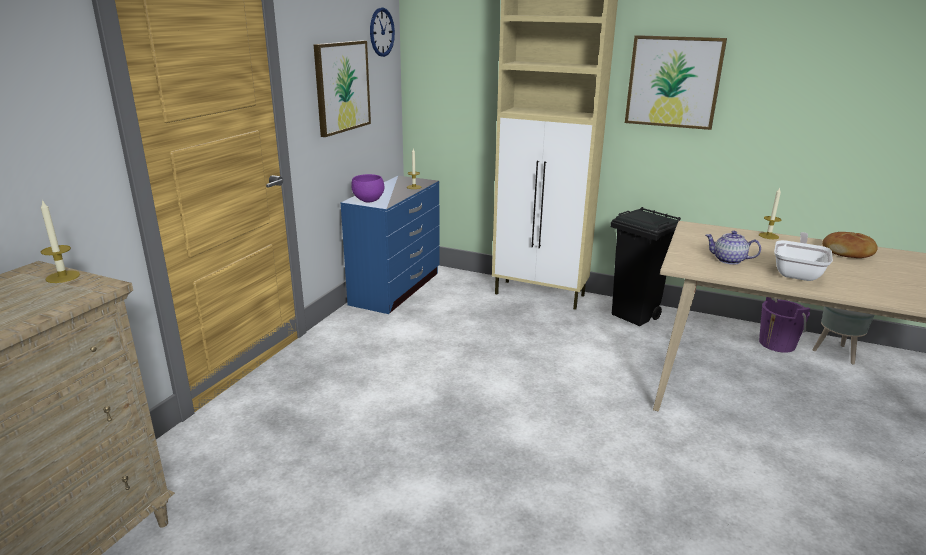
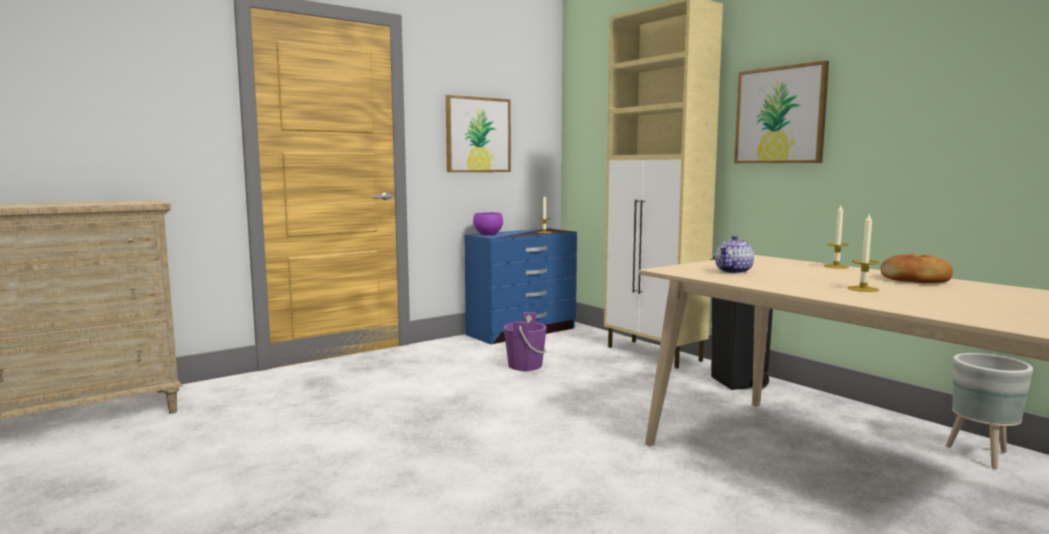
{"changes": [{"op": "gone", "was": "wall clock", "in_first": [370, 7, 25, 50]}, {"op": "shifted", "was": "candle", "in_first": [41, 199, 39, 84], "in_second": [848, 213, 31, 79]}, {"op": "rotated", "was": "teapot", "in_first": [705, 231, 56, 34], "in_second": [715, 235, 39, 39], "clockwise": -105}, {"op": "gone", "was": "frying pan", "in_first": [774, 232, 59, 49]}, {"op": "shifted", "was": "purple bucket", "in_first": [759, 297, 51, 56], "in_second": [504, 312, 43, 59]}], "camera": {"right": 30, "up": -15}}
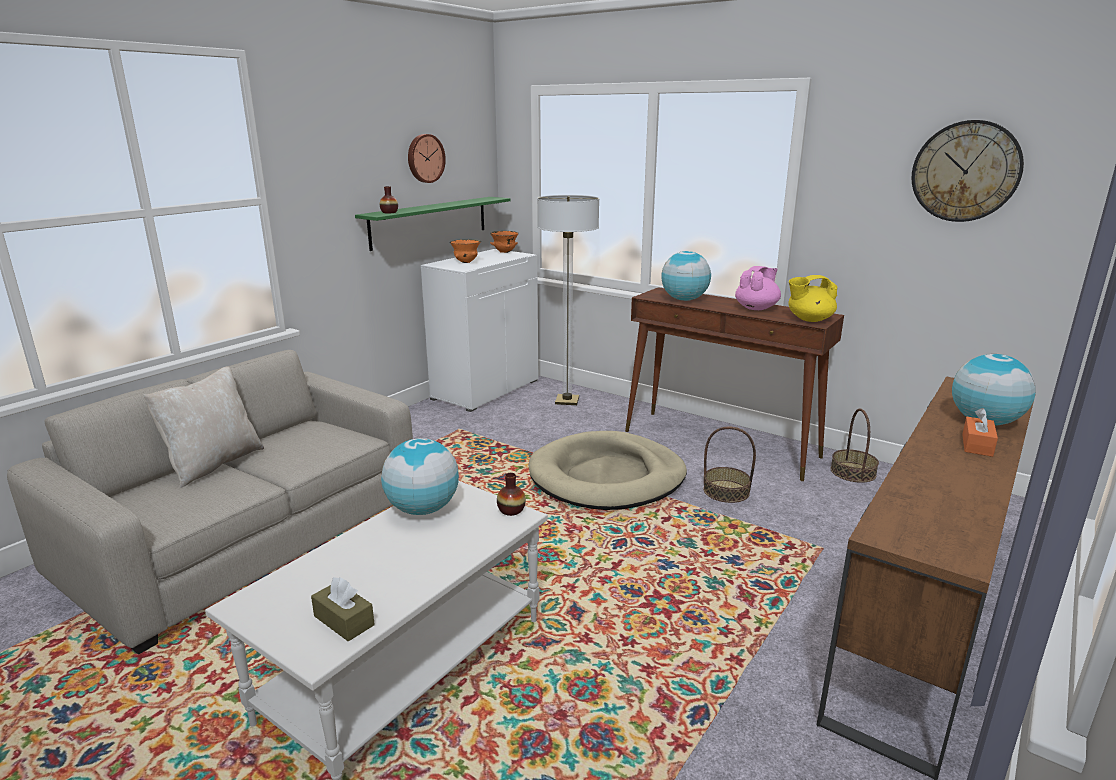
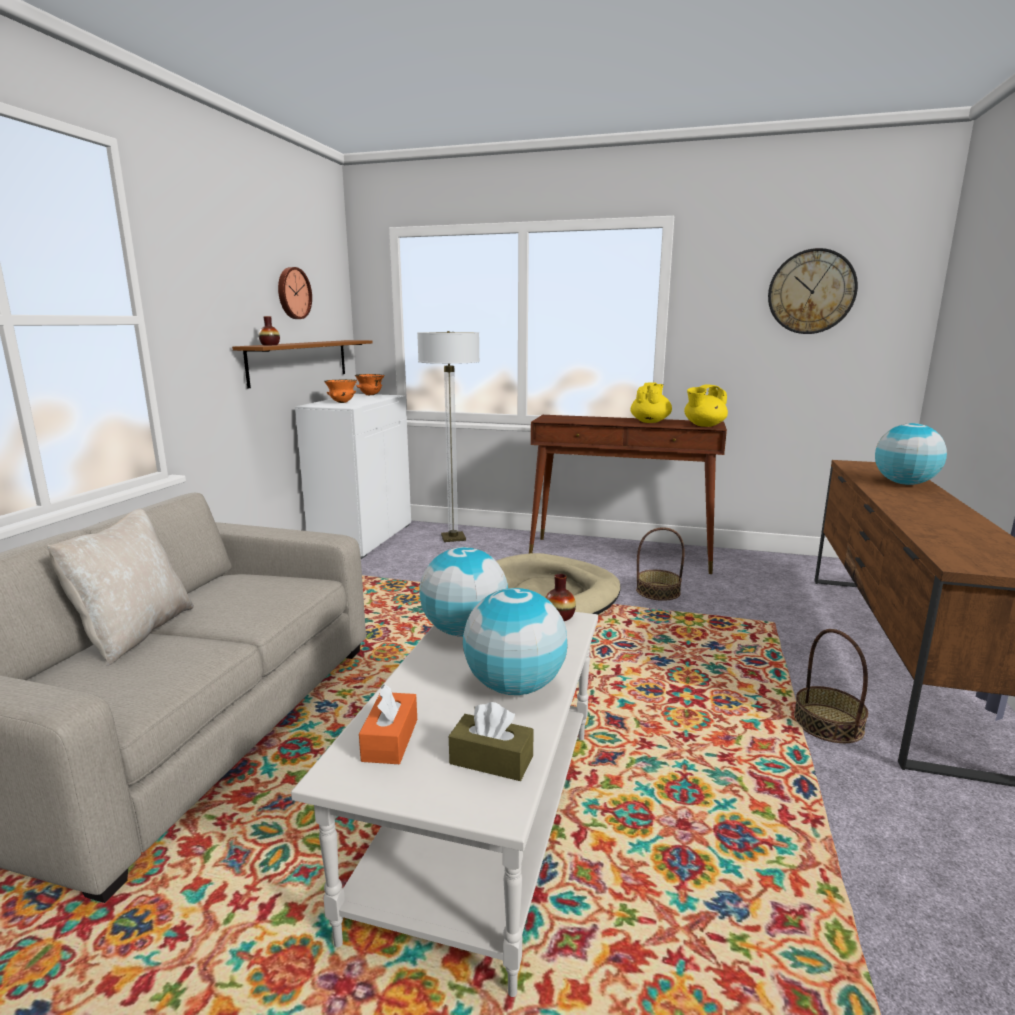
{"changes": [{"op": "repainted", "was": "green shelf", "now": "brown shelf", "in_first": [355, 197, 156, 54], "in_second": [232, 340, 141, 49]}, {"op": "shifted", "was": "globe", "in_first": [661, 251, 50, 50], "in_second": [463, 588, 104, 107]}, {"op": "repainted", "was": "pink teapot", "now": "yellow teapot", "in_first": [735, 266, 46, 44], "in_second": [631, 382, 41, 41]}, {"op": "shifted", "was": "orange tissue box", "in_first": [962, 408, 36, 49], "in_second": [359, 684, 58, 80]}, {"op": "shifted", "was": "basket", "in_first": [830, 409, 49, 74], "in_second": [794, 629, 74, 114]}], "camera": {"right": -20, "up": -5}}
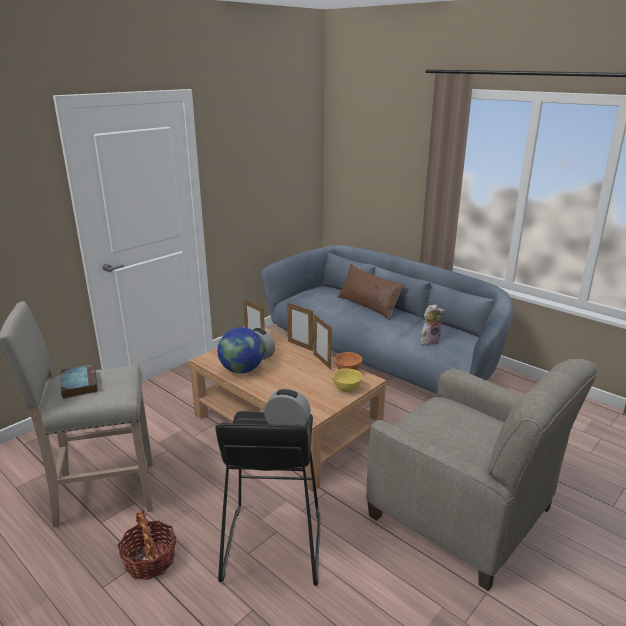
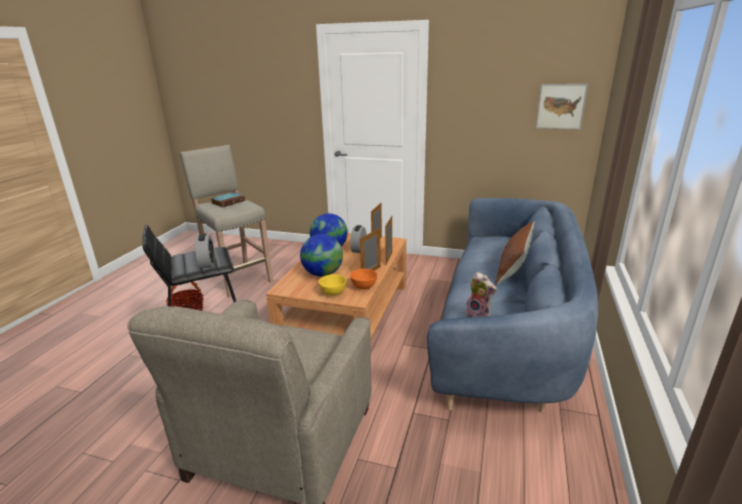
{"changes": [{"op": "new", "now": "picture", "in_second": [536, 84, 52, 46]}, {"op": "new", "now": "globe", "in_second": [300, 234, 43, 42]}], "camera": {"right": 65, "up": 0}}
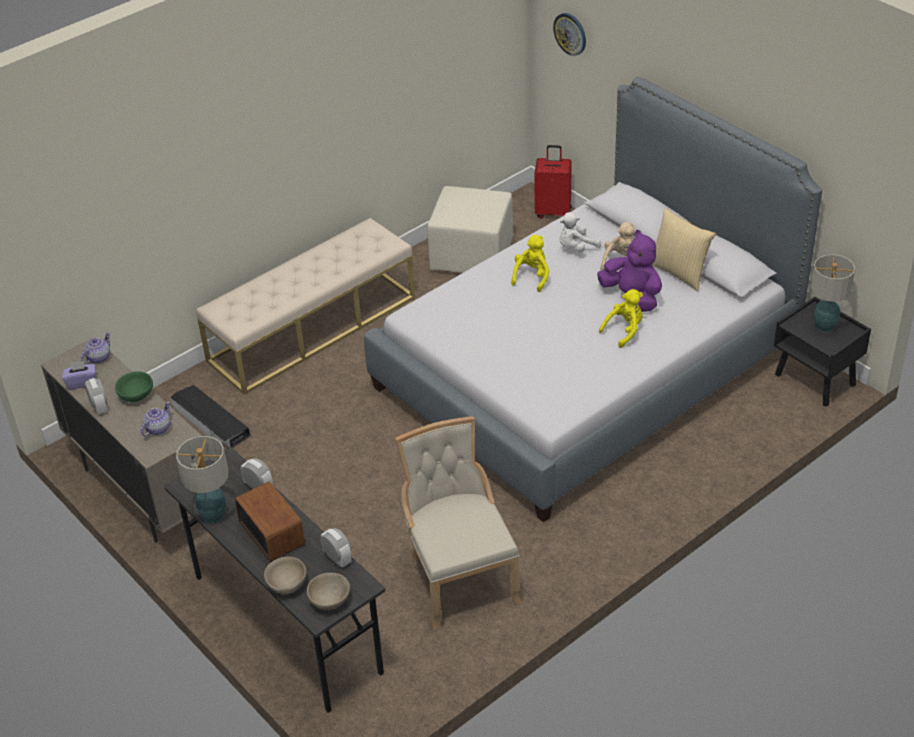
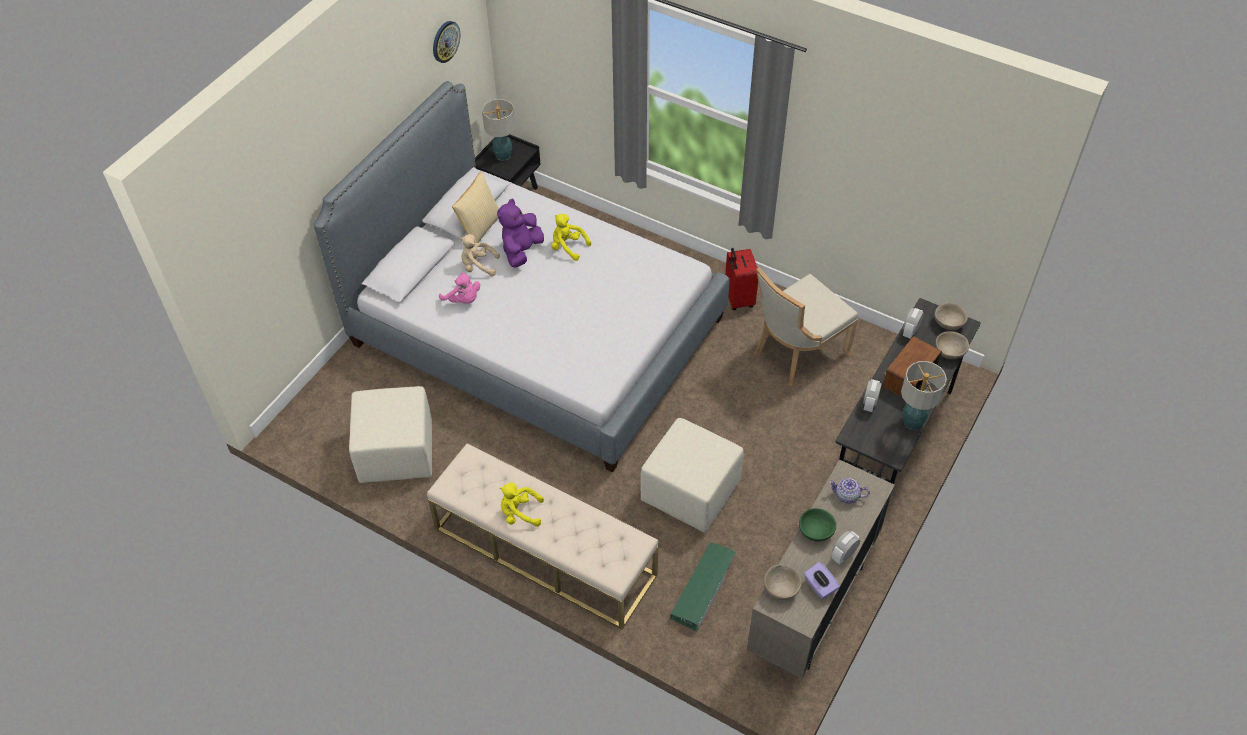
{"changes": [{"op": "shifted", "was": "wall clock", "in_first": [553, 13, 33, 43], "in_second": [433, 21, 27, 42]}, {"op": "shifted", "was": "red suitcase", "in_first": [534, 145, 38, 74], "in_second": [725, 248, 33, 62]}, {"op": "repainted", "was": "white plush toy", "now": "pink plush toy", "in_first": [560, 212, 41, 41], "in_second": [439, 272, 41, 32]}, {"op": "shifted", "was": "yellow plush toy", "in_first": [511, 235, 38, 57], "in_second": [499, 482, 45, 45]}, {"op": "swapped", "was": "teapot", "now": "beige bowl", "in_first": [81, 332, 29, 32], "in_second": [764, 564, 38, 36]}, {"op": "repainted", "was": "black storage box", "now": "green storage box", "in_first": [170, 385, 80, 63], "in_second": [670, 542, 66, 90]}, {"op": "new", "now": "beige ottoman", "in_second": [641, 418, 103, 115]}], "camera": {"right": -110, "up": 10}}
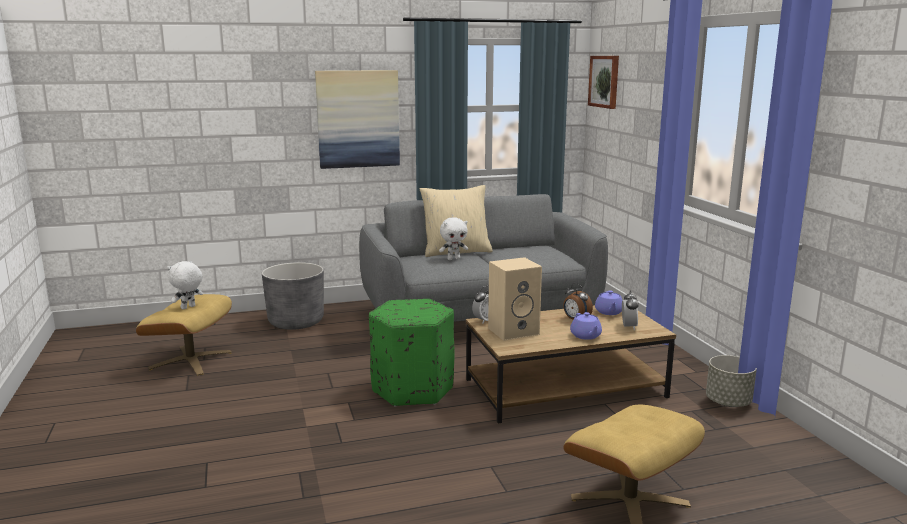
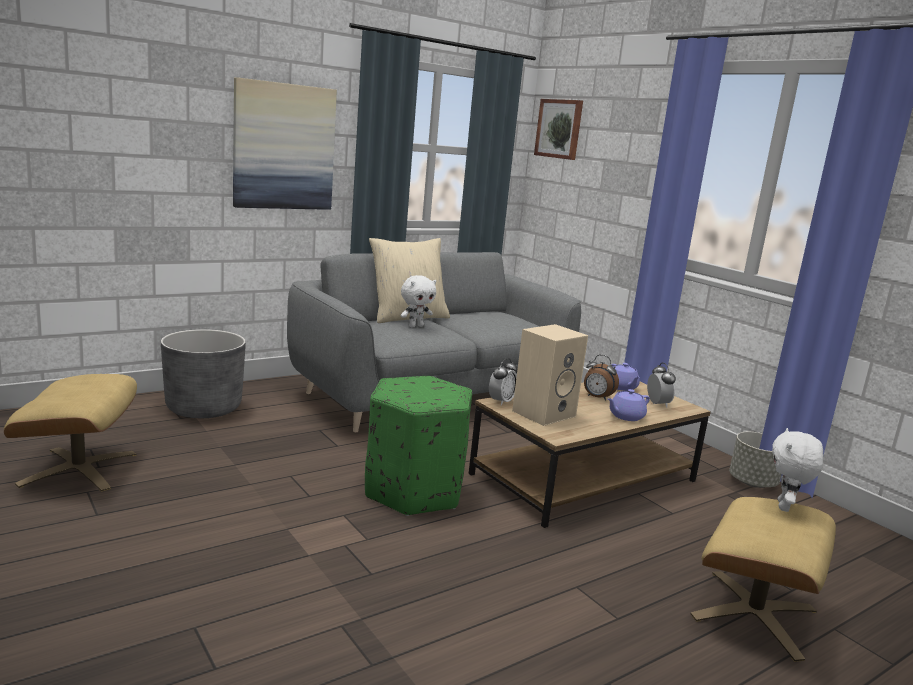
{"changes": [{"op": "shifted", "was": "white plush toy", "in_first": [167, 261, 36, 49], "in_second": [772, 428, 51, 84]}, {"op": "rotated", "was": "purple teapot", "in_first": [570, 312, 32, 28], "in_second": [608, 389, 42, 32], "clockwise": 90}], "camera": {"right": -20, "up": 0}}
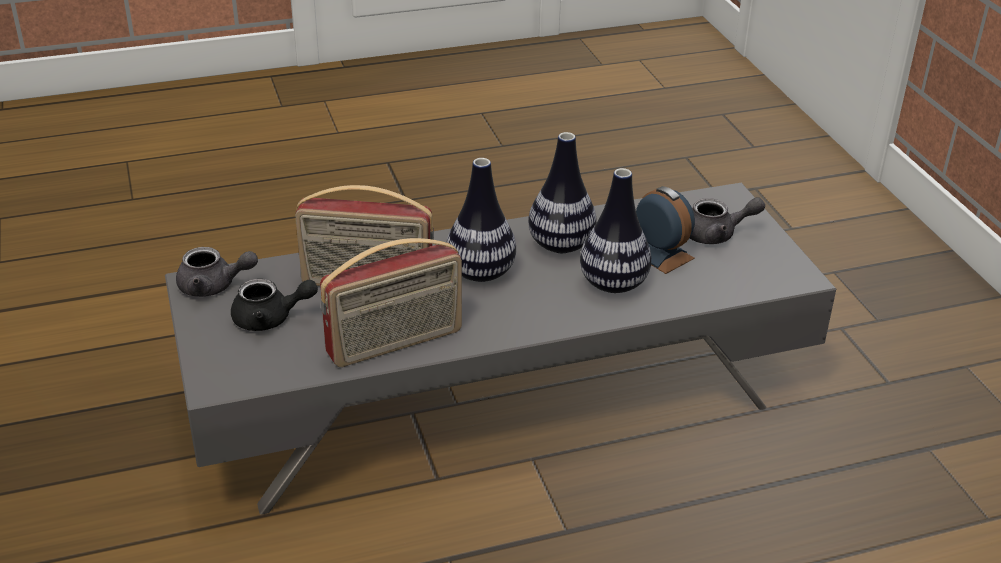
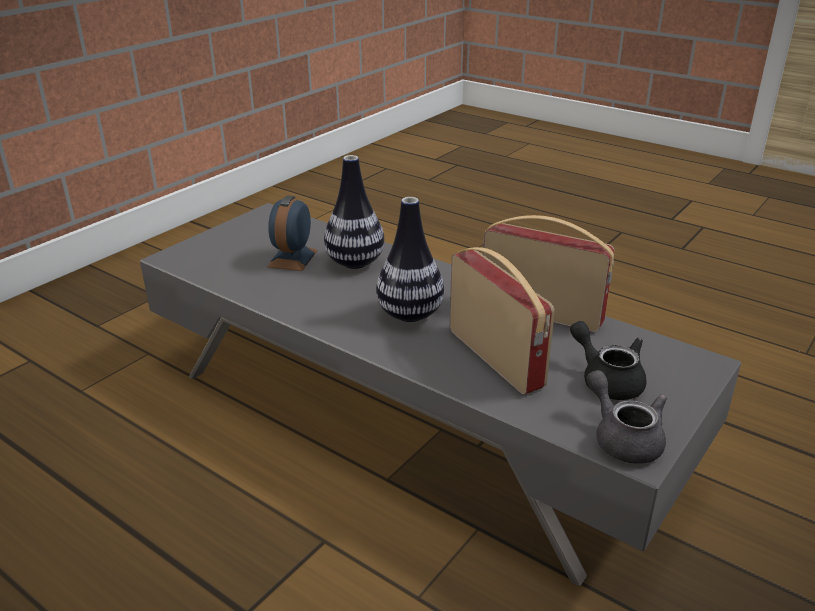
{"changes": [{"op": "gone", "was": "vase", "in_first": [528, 132, 68, 121]}, {"op": "gone", "was": "grey teapot", "in_first": [690, 197, 75, 47]}], "camera": {"right": -125, "up": -5}}
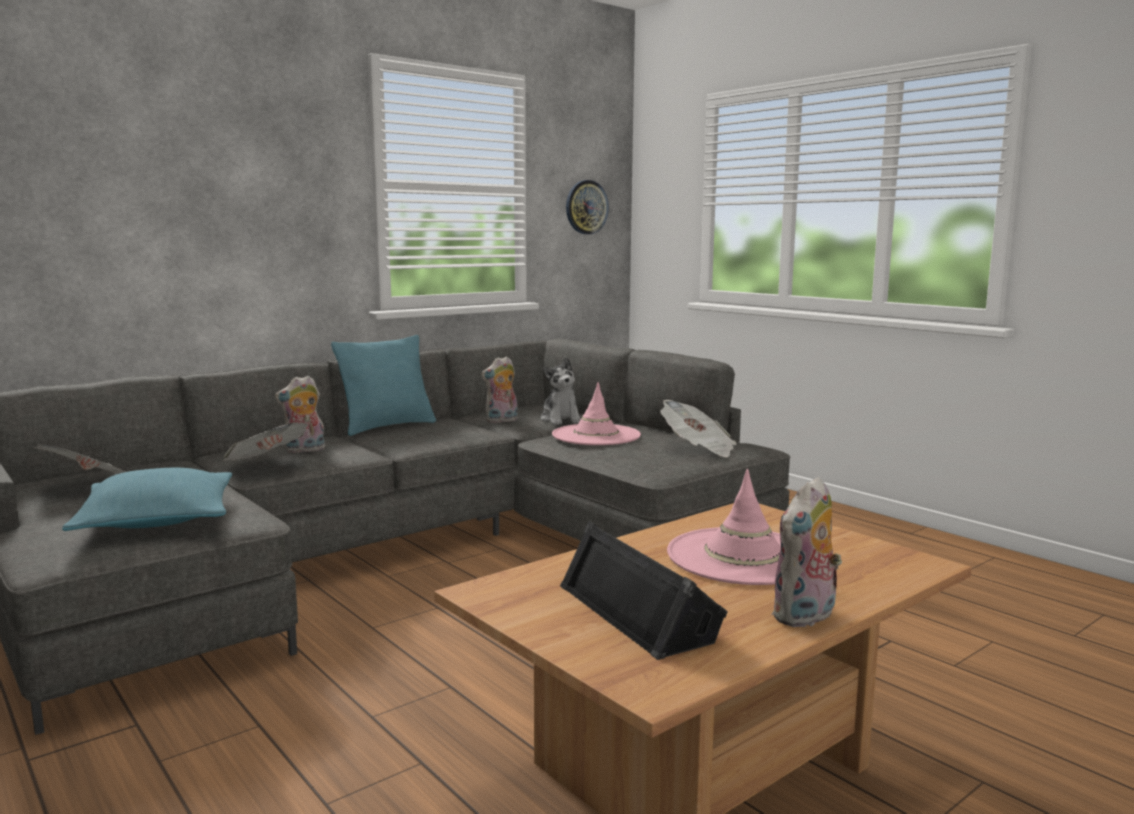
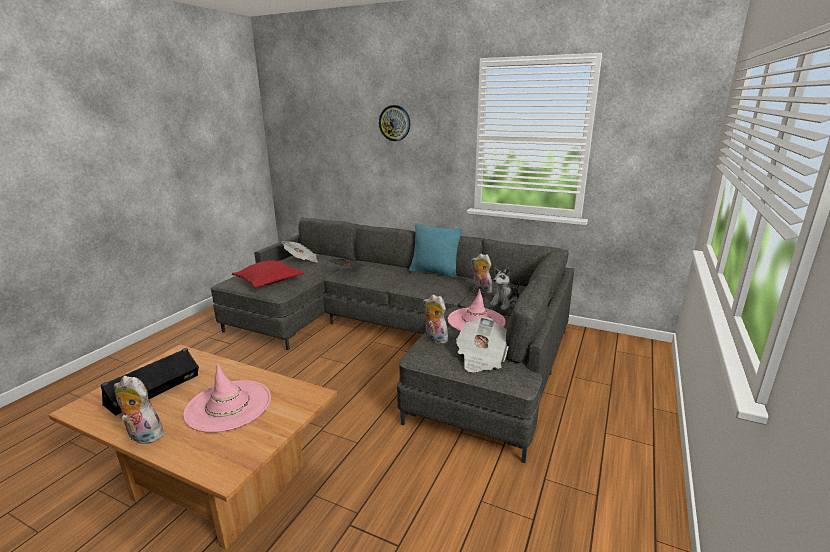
{"changes": [{"op": "shifted", "was": "wall clock", "in_first": [566, 180, 43, 54], "in_second": [379, 105, 31, 36]}, {"op": "shifted", "was": "plush toy", "in_first": [275, 376, 50, 77], "in_second": [423, 295, 25, 49]}, {"op": "repainted", "was": "turquoise pillow", "now": "red pillow", "in_first": [62, 468, 170, 63], "in_second": [232, 260, 72, 28]}], "camera": {"right": 65, "up": 10}}
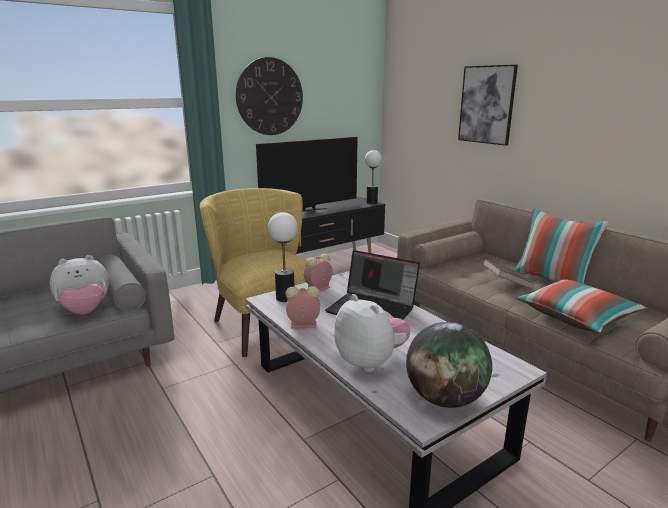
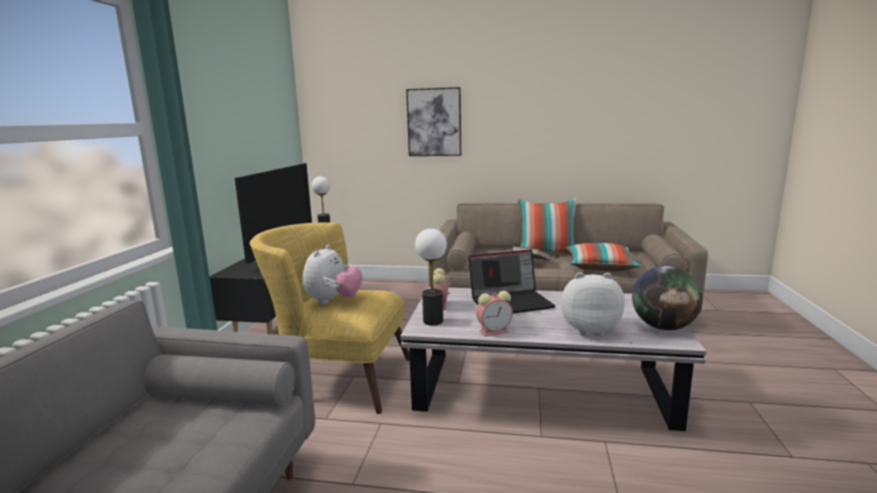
{"changes": [{"op": "gone", "was": "wall clock", "in_first": [236, 57, 67, 78]}, {"op": "shifted", "was": "plush toy", "in_first": [50, 255, 59, 59], "in_second": [303, 245, 59, 59]}, {"op": "rotated", "was": "alarm clock", "in_first": [286, 286, 34, 42], "in_second": [476, 291, 37, 45], "clockwise": -150}], "camera": {"right": -45, "up": -5}}
